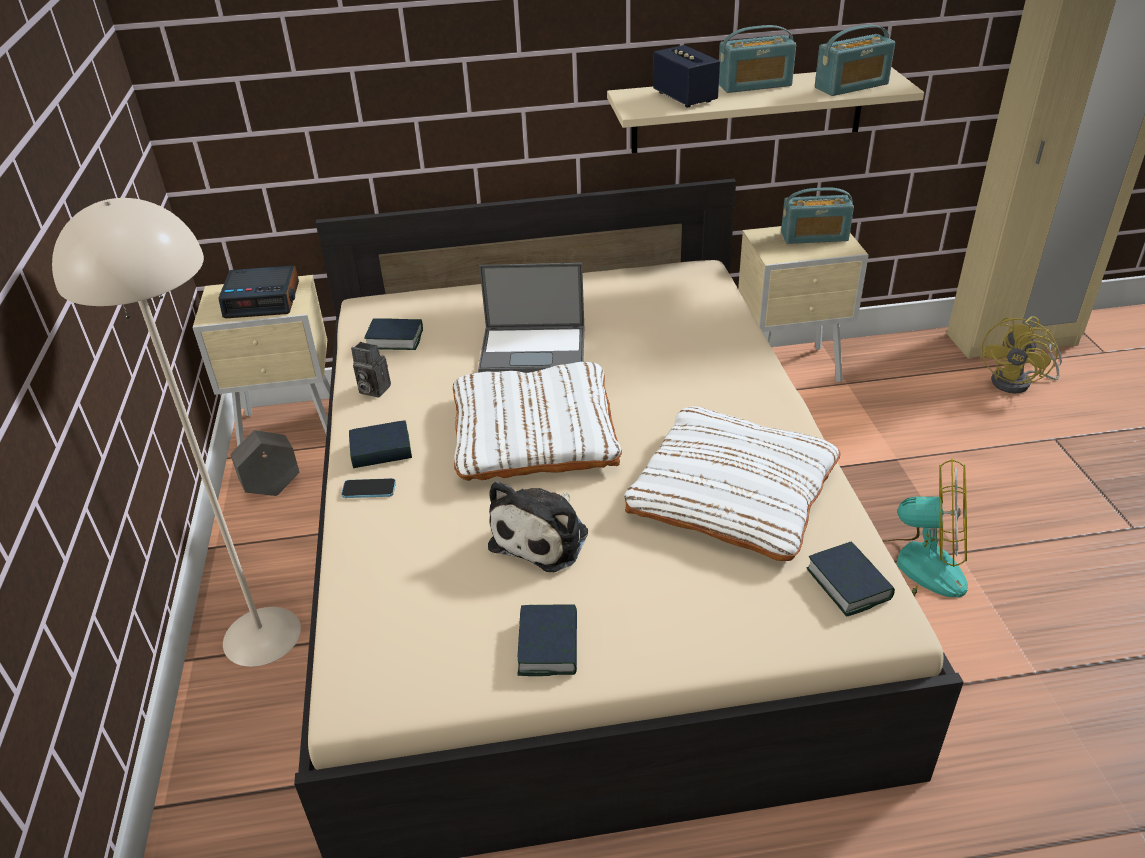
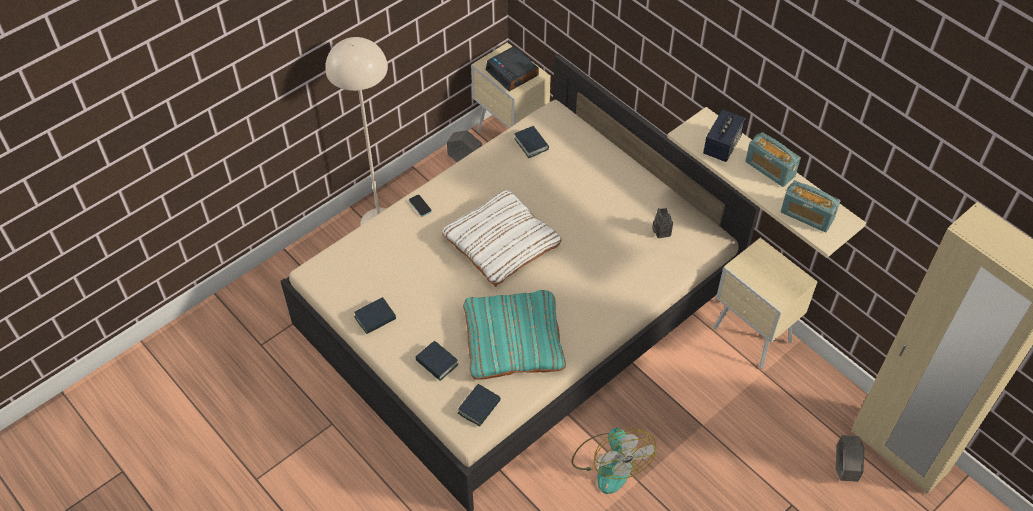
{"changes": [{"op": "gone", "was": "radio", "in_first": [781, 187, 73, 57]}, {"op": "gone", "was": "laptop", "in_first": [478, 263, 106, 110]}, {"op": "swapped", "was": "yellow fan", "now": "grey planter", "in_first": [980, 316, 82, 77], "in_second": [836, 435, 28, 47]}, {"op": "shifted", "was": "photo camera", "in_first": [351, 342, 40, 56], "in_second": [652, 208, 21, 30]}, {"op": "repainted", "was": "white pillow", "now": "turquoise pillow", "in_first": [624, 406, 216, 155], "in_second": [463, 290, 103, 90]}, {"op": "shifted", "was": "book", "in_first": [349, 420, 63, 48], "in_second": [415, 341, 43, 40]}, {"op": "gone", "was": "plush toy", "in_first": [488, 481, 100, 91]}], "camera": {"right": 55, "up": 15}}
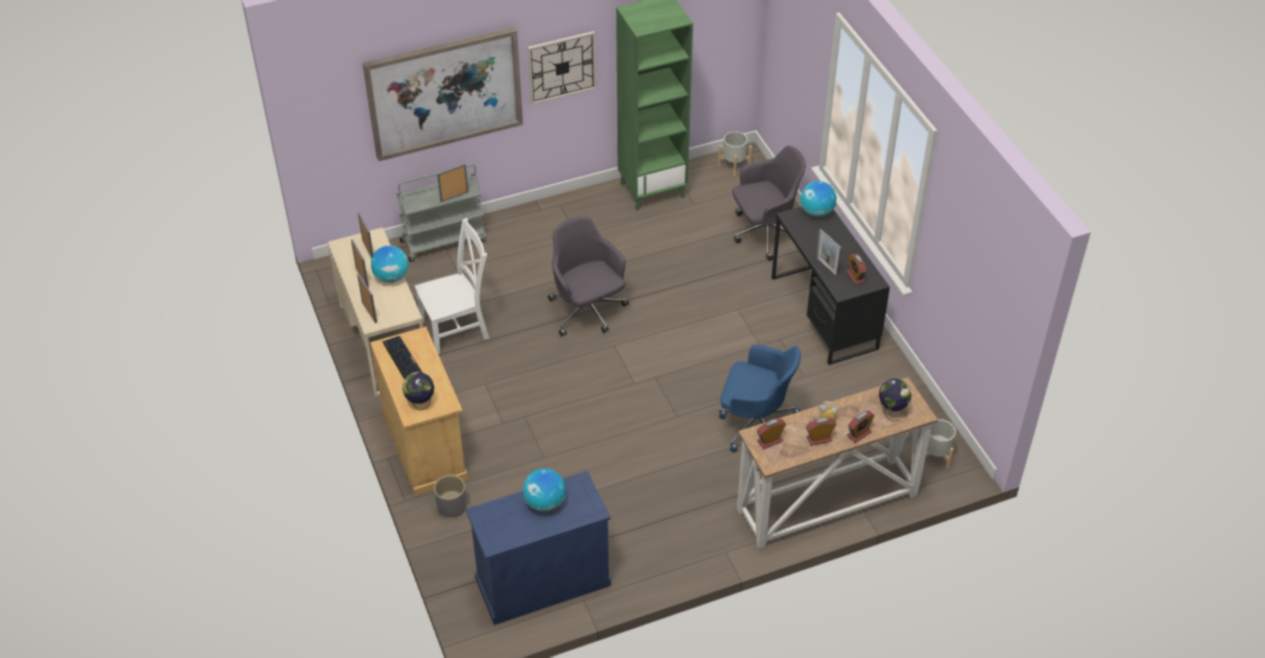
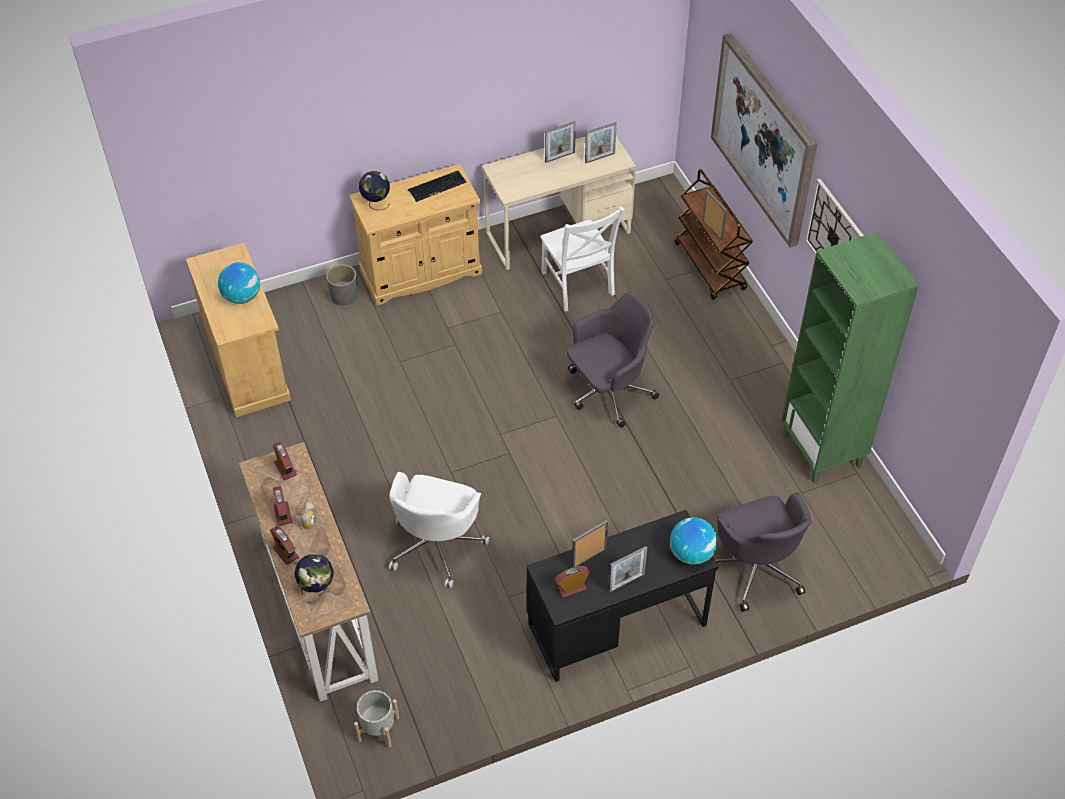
{"changes": [{"op": "gone", "was": "grey planter", "in_first": [718, 131, 34, 45]}, {"op": "repainted", "was": "grey cart", "now": "brown cart", "in_first": [396, 164, 91, 98], "in_second": [675, 169, 78, 131]}, {"op": "gone", "was": "globe", "in_first": [371, 245, 38, 38]}, {"op": "shifted", "was": "picture frame", "in_first": [357, 274, 20, 49], "in_second": [608, 546, 39, 47]}, {"op": "repainted", "was": "blue office chair", "now": "white office chair", "in_first": [719, 345, 82, 108], "in_second": [389, 472, 101, 116]}, {"op": "repainted", "was": "blue cabinet", "now": "beige cabinet", "in_first": [466, 471, 145, 154], "in_second": [186, 243, 105, 174]}], "camera": {"right": 90, "up": 5}}
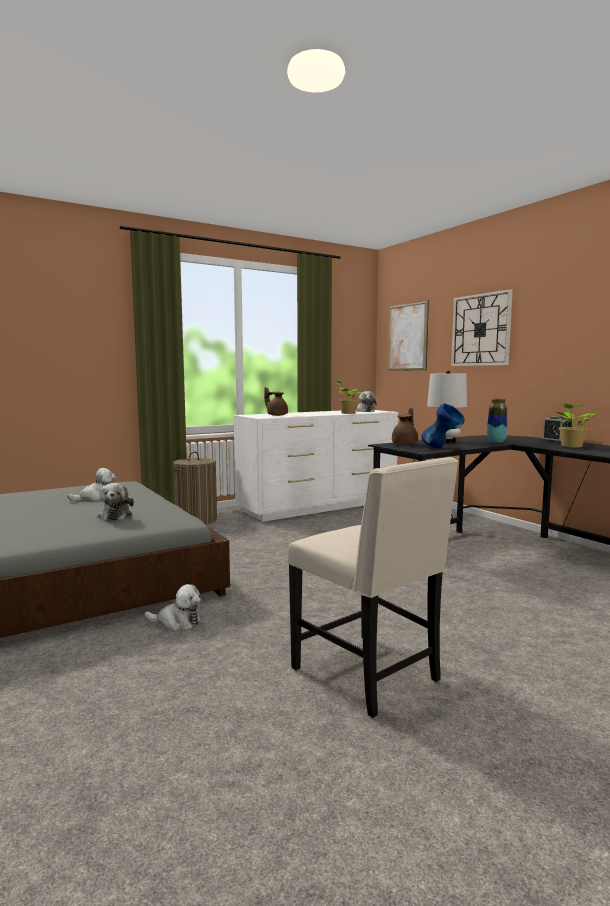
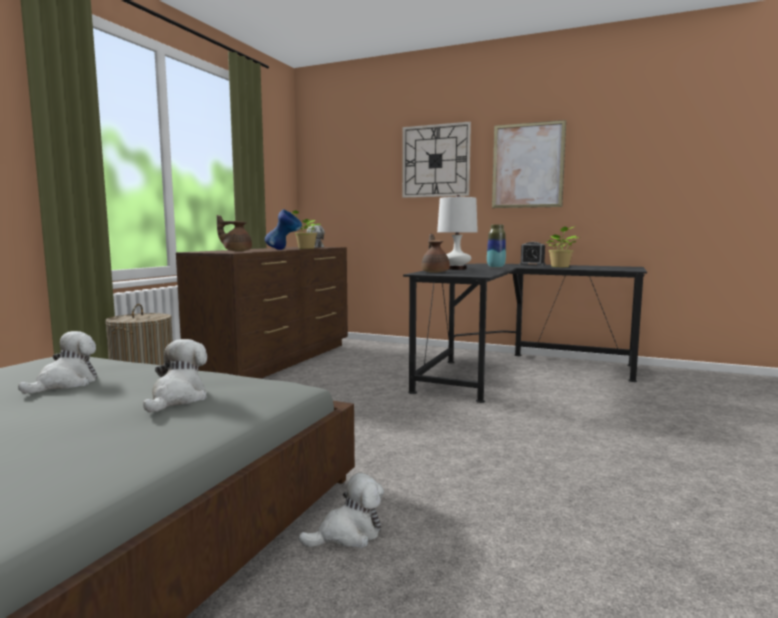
{"changes": [{"op": "shifted", "was": "picture", "in_first": [388, 300, 41, 71], "in_second": [492, 120, 74, 88]}, {"op": "shifted", "was": "blue vase", "in_first": [421, 403, 44, 45], "in_second": [265, 209, 37, 41]}, {"op": "repainted", "was": "white dresser", "now": "brown dresser", "in_first": [234, 410, 164, 112], "in_second": [176, 247, 172, 132]}, {"op": "gone", "was": "beige chair", "in_first": [287, 457, 172, 261]}, {"op": "rotated", "was": "plush toy", "in_first": [98, 483, 36, 38], "in_second": [143, 339, 64, 74], "clockwise": -120}], "camera": {"right": -35, "up": 0}}
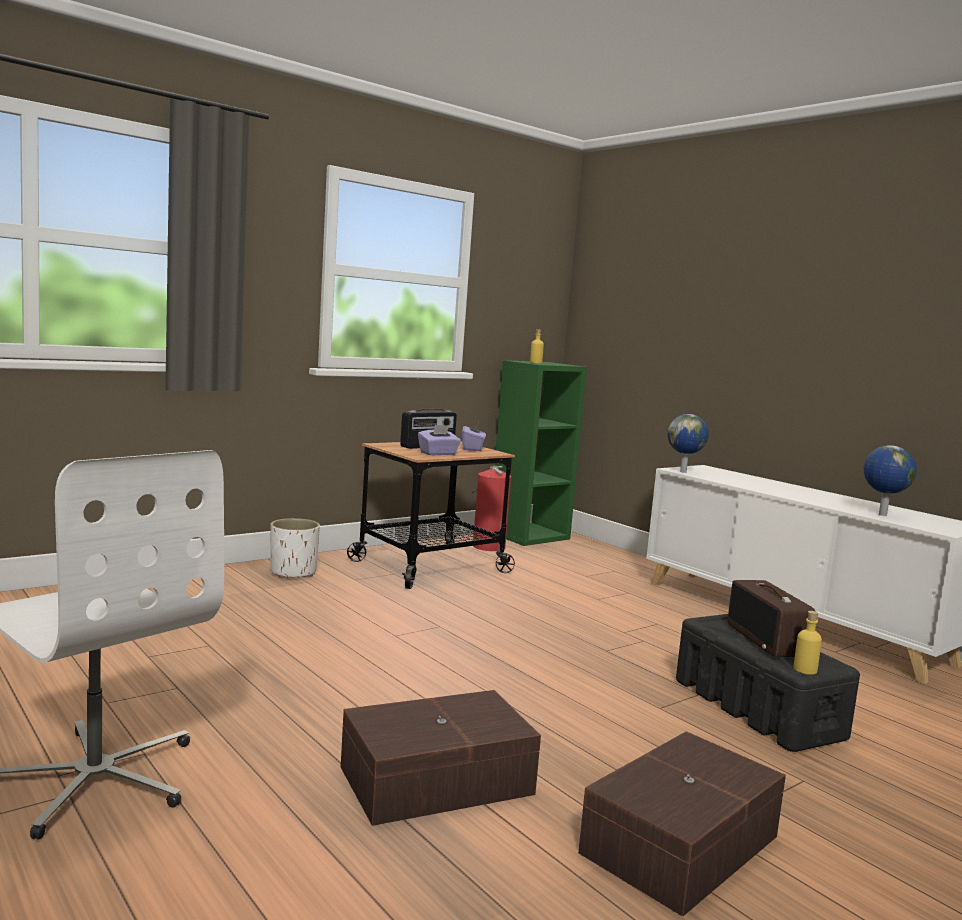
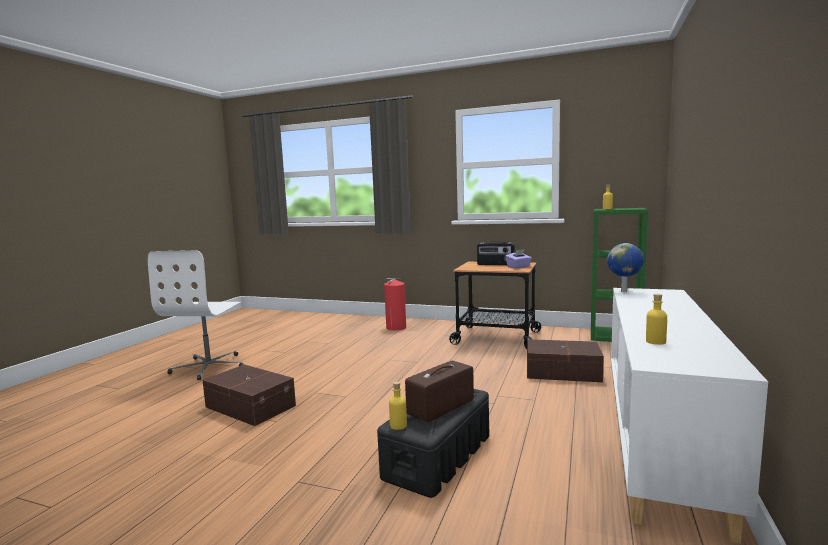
{"changes": [{"op": "gone", "was": "purple tissue box", "in_first": [418, 425, 43, 30]}, {"op": "swapped", "was": "globe", "now": "yellow bottle", "in_first": [863, 445, 54, 71], "in_second": [646, 294, 21, 51]}, {"op": "shifted", "was": "fire extinguisher", "in_first": [471, 466, 40, 85], "in_second": [384, 278, 22, 53]}, {"op": "gone", "was": "white planter", "in_first": [270, 518, 50, 60]}, {"op": "shifted", "was": "brown storage box", "in_first": [578, 731, 208, 186], "in_second": [527, 339, 77, 43]}], "camera": {"right": 60, "up": 0}}
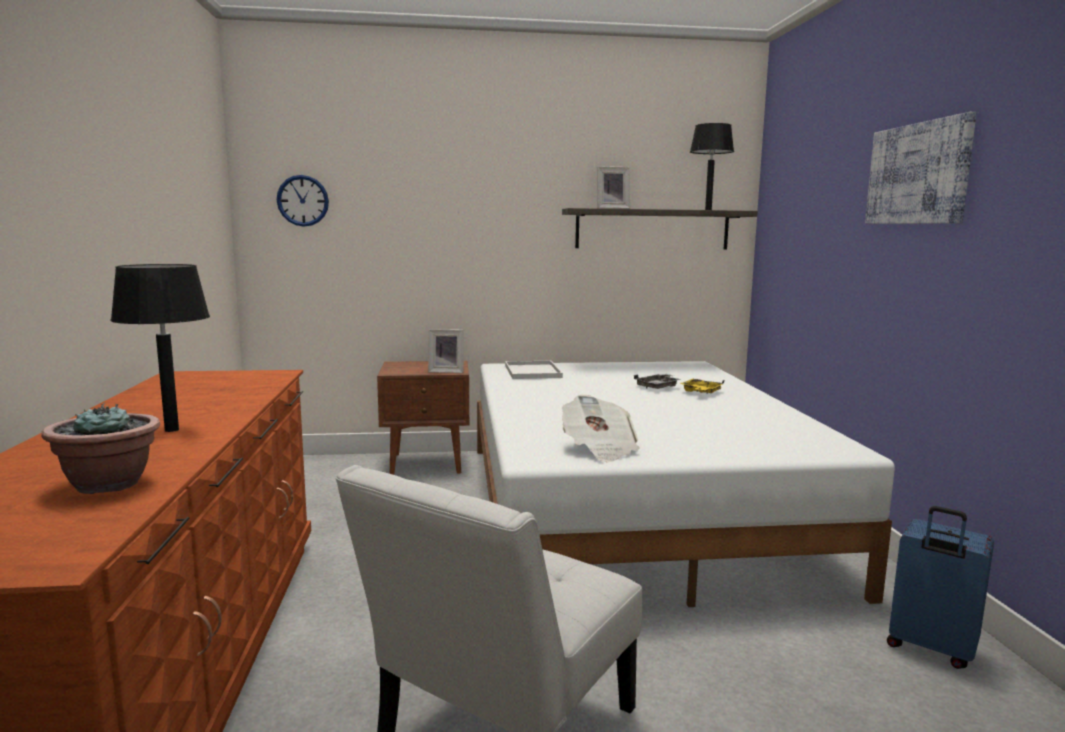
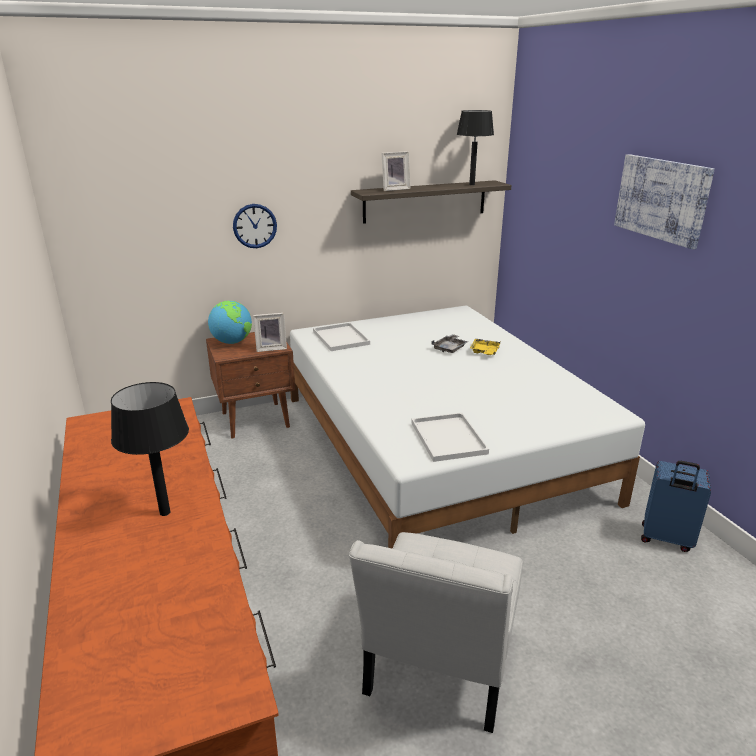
{"changes": [{"op": "shifted", "was": "wall clock", "in_first": [277, 175, 52, 52], "in_second": [233, 204, 44, 44]}, {"op": "swapped", "was": "newspaper", "now": "white tray", "in_first": [562, 395, 78, 67], "in_second": [411, 413, 78, 49]}, {"op": "gone", "was": "potted plant", "in_first": [41, 403, 119, 91]}, {"op": "new", "now": "globe", "in_second": [208, 301, 44, 43]}], "camera": {"right": -15, "up": 15}}
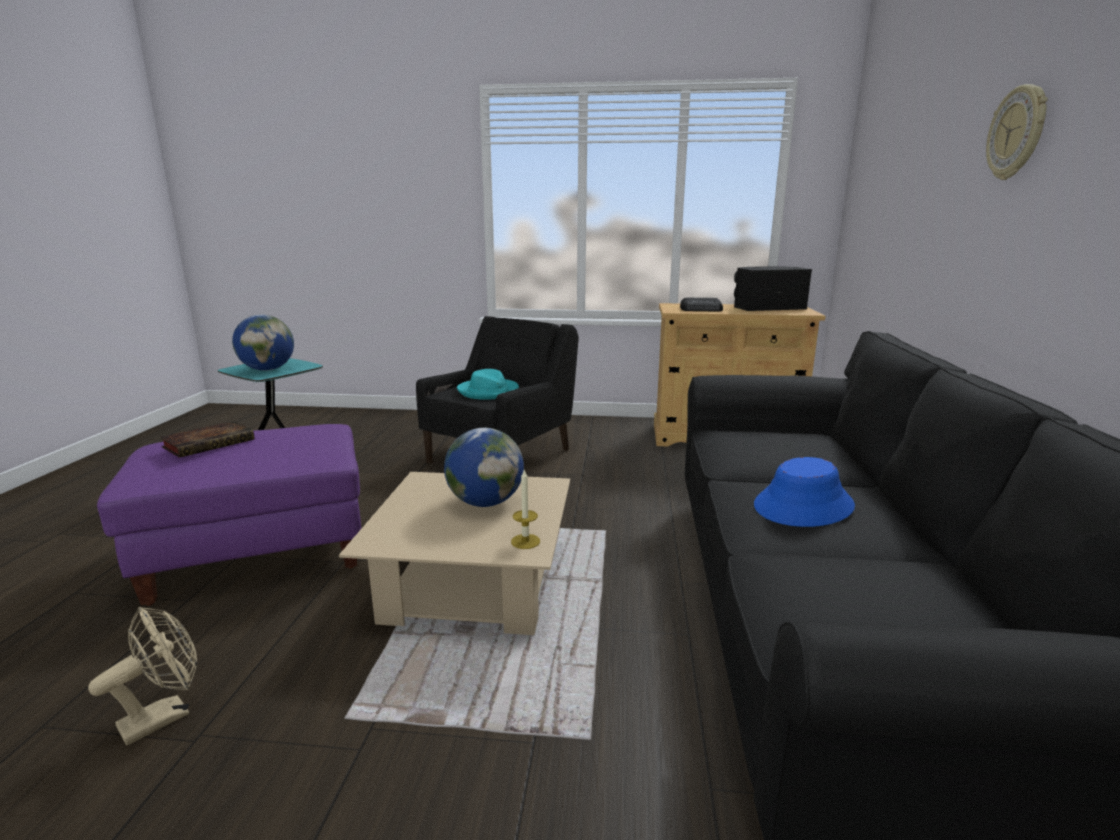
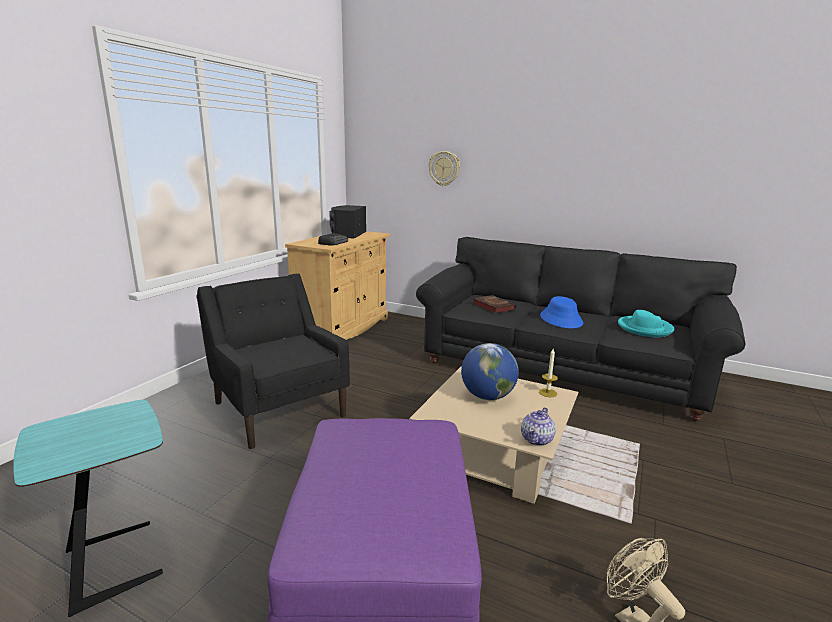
{"changes": [{"op": "shifted", "was": "wall clock", "in_first": [986, 84, 62, 96], "in_second": [428, 151, 32, 35]}, {"op": "gone", "was": "globe", "in_first": [232, 315, 62, 56]}, {"op": "shifted", "was": "turquoise hat", "in_first": [457, 369, 62, 31], "in_second": [618, 310, 56, 27]}, {"op": "shifted", "was": "book", "in_first": [160, 421, 94, 37], "in_second": [472, 295, 44, 19]}, {"op": "new", "now": "teapot", "in_second": [521, 407, 35, 39]}], "camera": {"right": -70, "up": 0}}
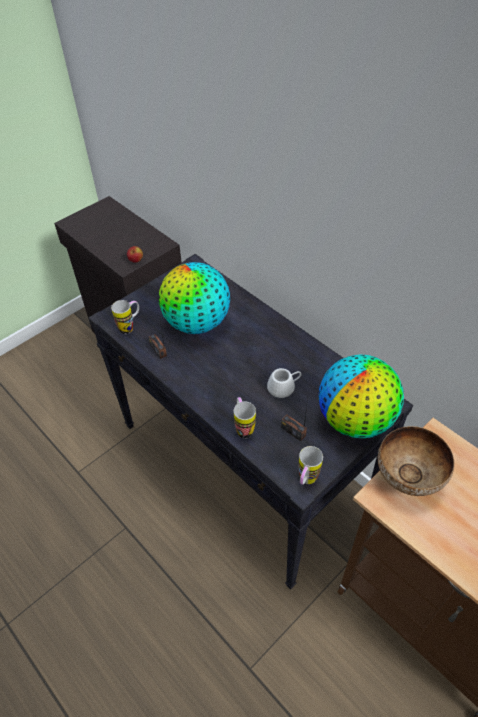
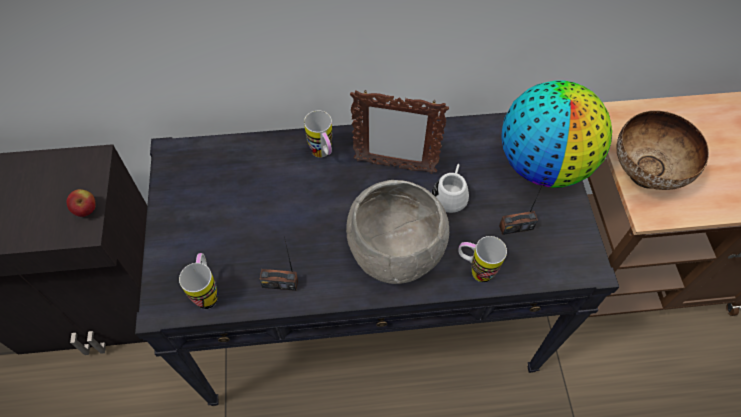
{"changes": [{"op": "gone", "was": "globe", "in_first": [159, 262, 71, 72]}, {"op": "shifted", "was": "mug", "in_first": [299, 446, 24, 39], "in_second": [304, 110, 28, 48]}, {"op": "new", "now": "picture frame", "in_second": [350, 90, 99, 84]}, {"op": "new", "now": "grey bowl", "in_second": [346, 180, 103, 104]}], "camera": {"right": -55, "up": 10}}
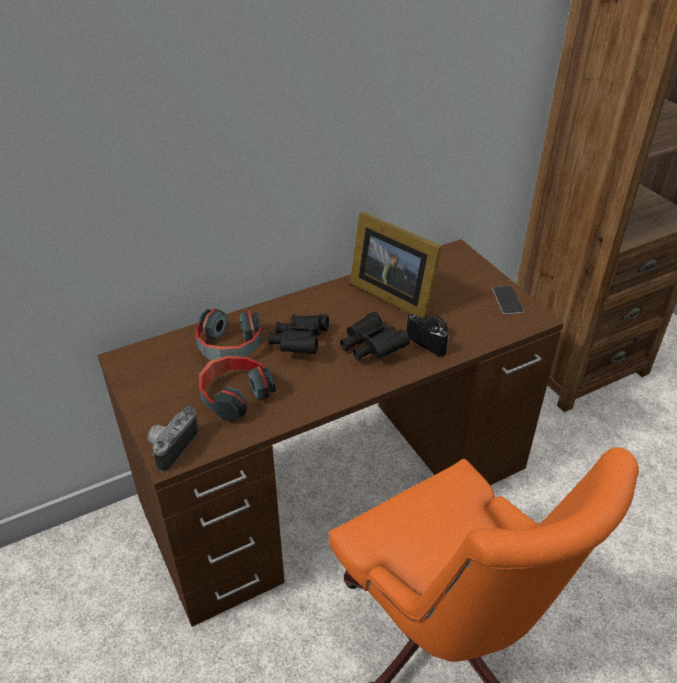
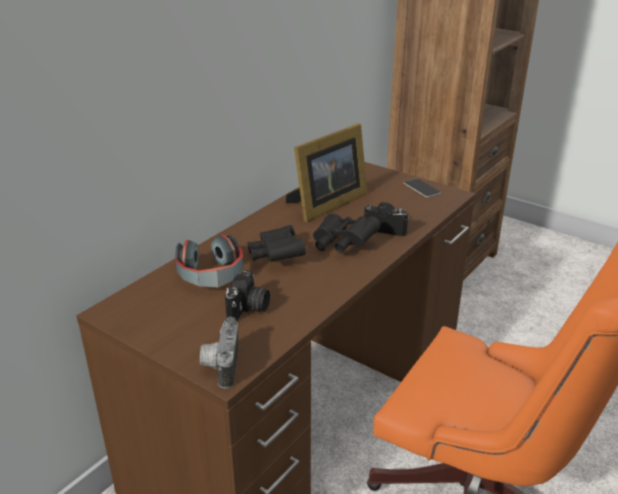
{"changes": [{"op": "rotated", "was": "picture frame", "in_first": [350, 211, 92, 108], "in_second": [286, 123, 81, 99], "clockwise": -60}, {"op": "swapped", "was": "headphones", "now": "photo camera", "in_first": [199, 356, 77, 66], "in_second": [225, 270, 45, 51]}], "camera": {"right": -25, "up": -10}}
